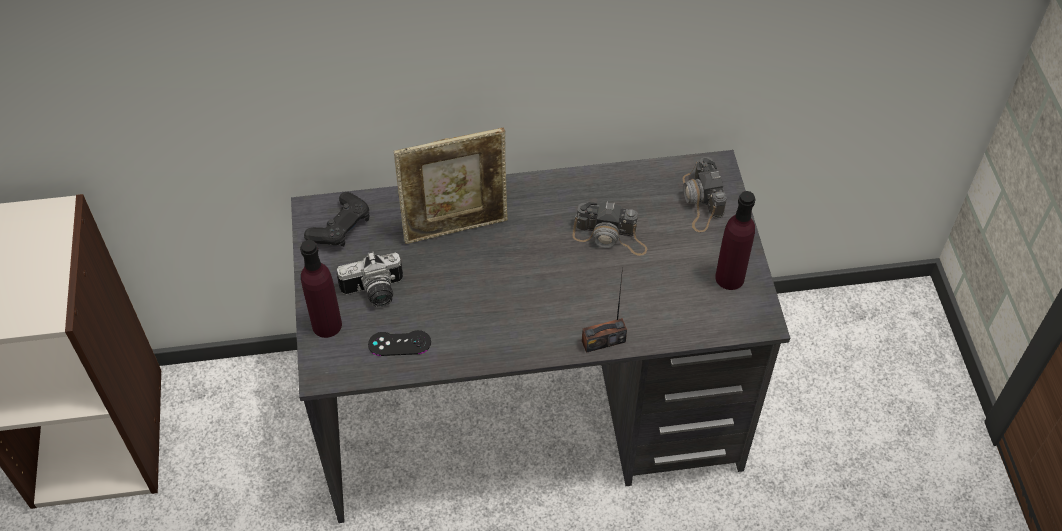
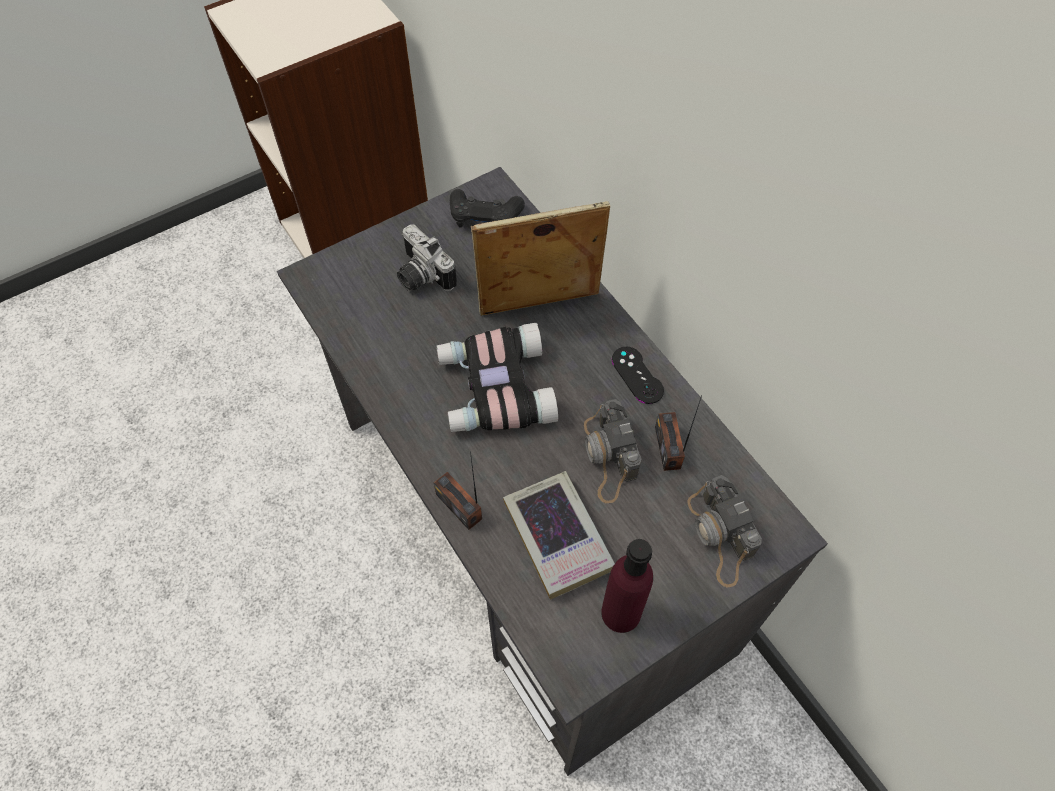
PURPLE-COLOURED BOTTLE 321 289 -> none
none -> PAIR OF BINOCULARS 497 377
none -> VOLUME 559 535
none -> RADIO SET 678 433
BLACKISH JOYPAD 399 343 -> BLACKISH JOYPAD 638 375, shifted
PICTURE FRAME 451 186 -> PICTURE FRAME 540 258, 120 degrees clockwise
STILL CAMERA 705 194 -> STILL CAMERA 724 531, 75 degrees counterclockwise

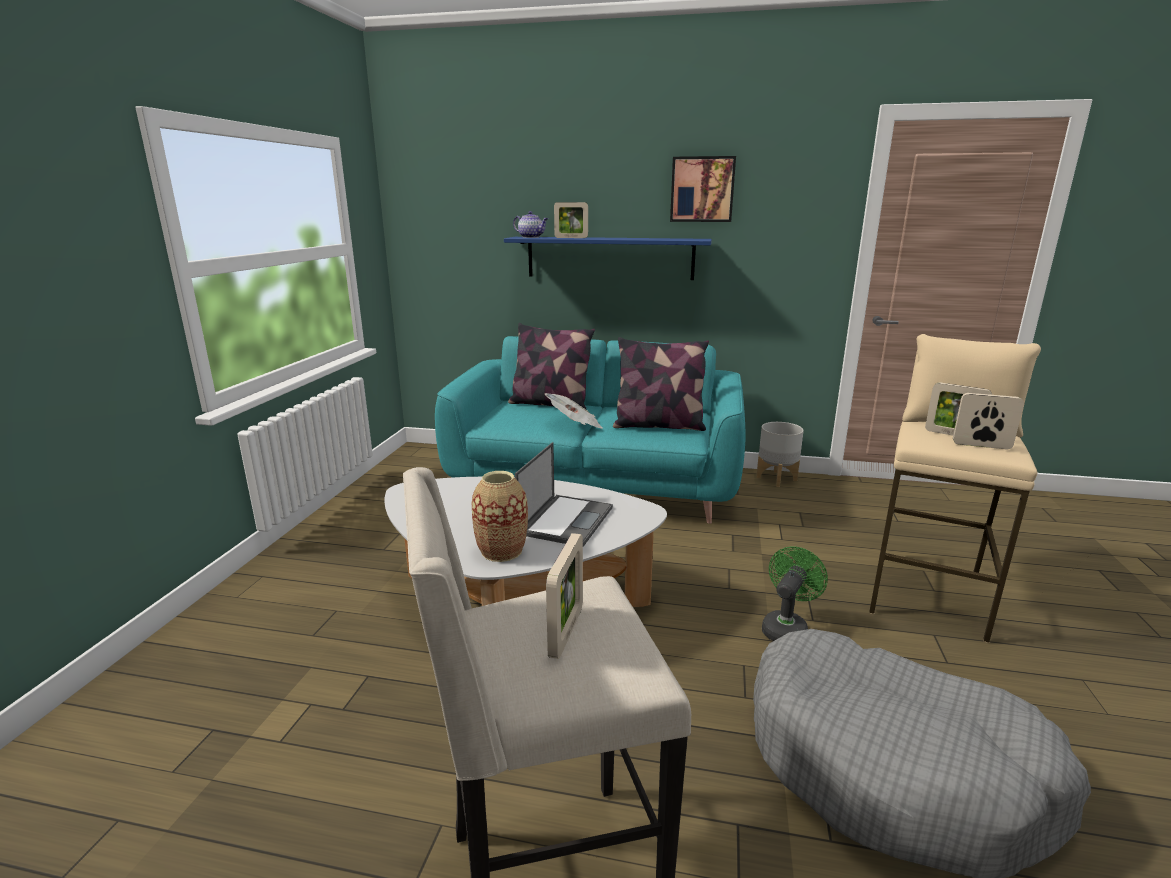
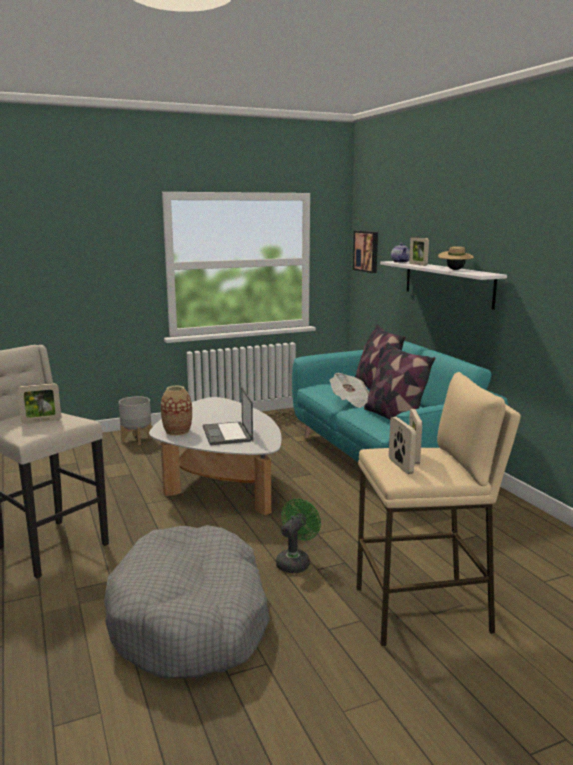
none -> BEIGE WEARABLE HAT 456 258
WALL PICTURE 703 189 -> WALL PICTURE 365 252, shifted
GREY PLANT POT 780 454 -> GREY PLANT POT 135 420, shifted
BLUE-COLOURED SHELF 608 258 -> WHITE SHELF 443 285
LAPTOP 564 494 -> LAPTOP 228 416, 90 degrees clockwise
GREENISH ELECTRIC FAN 795 593 -> GREENISH ELECTRIC FAN 298 536, 60 degrees counterclockwise

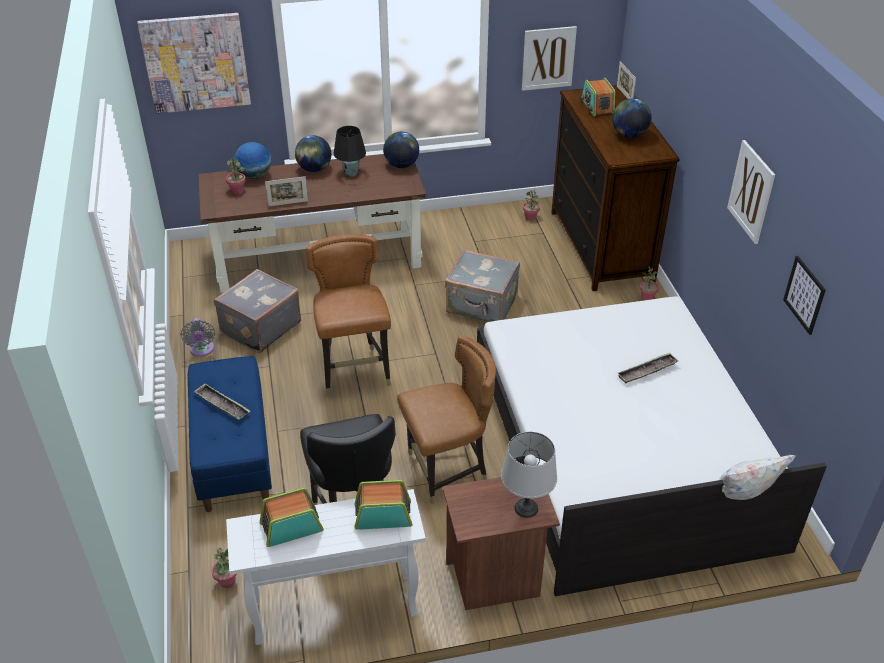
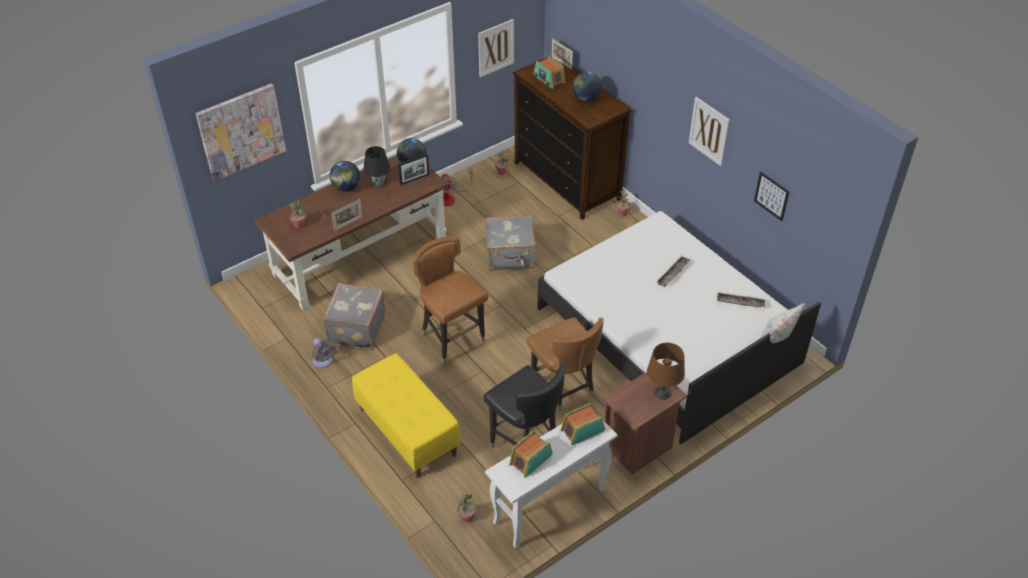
WORLD GLOBE 252 160 -> none
none -> PICTURE FRAME 413 169
none -> ELECTRIC FAN 457 187
CARRYING TRAY 222 402 -> CARRYING TRAY 741 299, shifted
BLUE-COLOURED BENCH 230 434 -> YELLOW-COLOURED BENCH 406 415
GREY TABLE LAMP 529 475 -> BROWN-COLOURED TABLE LAMP 666 371
BROWN-COLOURED PLAIN CHAIR 446 419 -> BROWN-COLOURED PLAIN CHAIR 565 364, 105 degrees clockwise

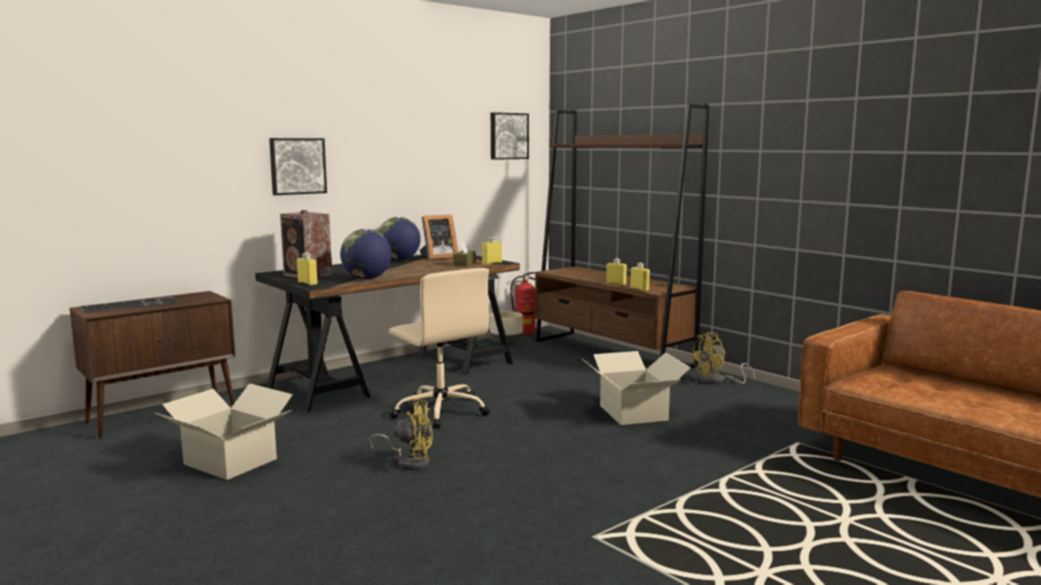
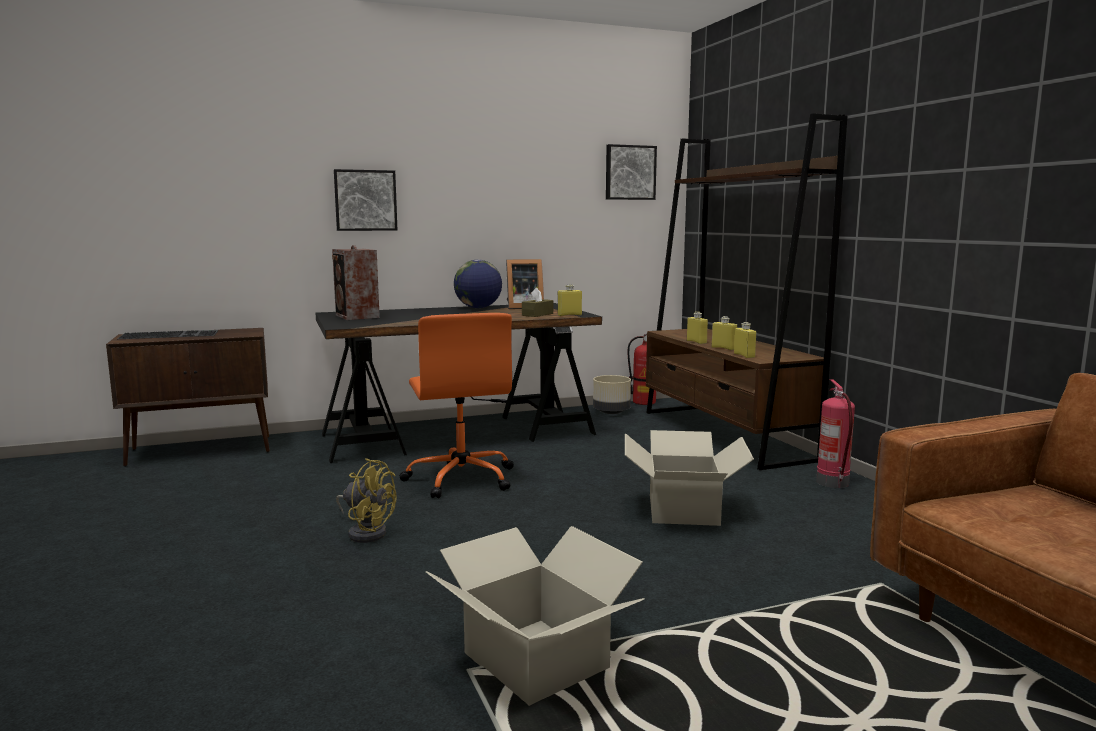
WORLD GLOBE 365 254 -> none
CARTON 224 432 -> CARTON 535 616, shifted
YELLOW-COLOURED BOTTLE 307 268 -> YELLOW-COLOURED BOTTLE 697 328, shifted
YELLOW-COLOURED ELECTRIC FAN 722 358 -> FIRE EXTINGUISHER 835 433
BEIGE COMPUTER CHAIR 439 348 -> ORANGE COMPUTER CHAIR 457 405

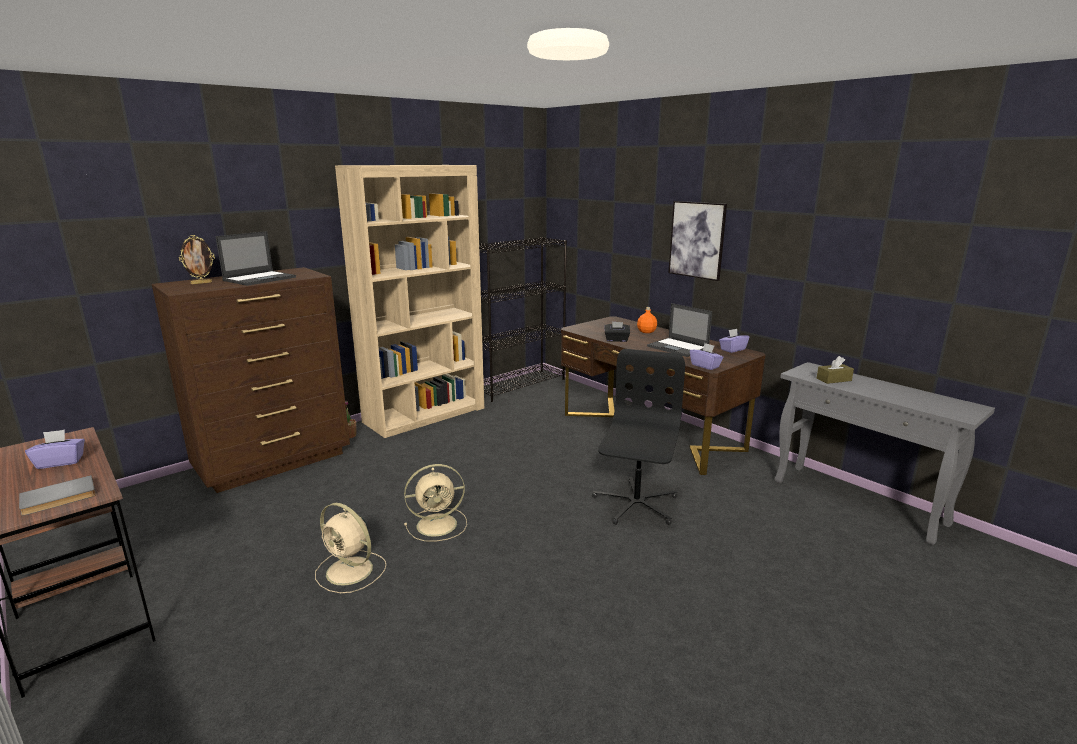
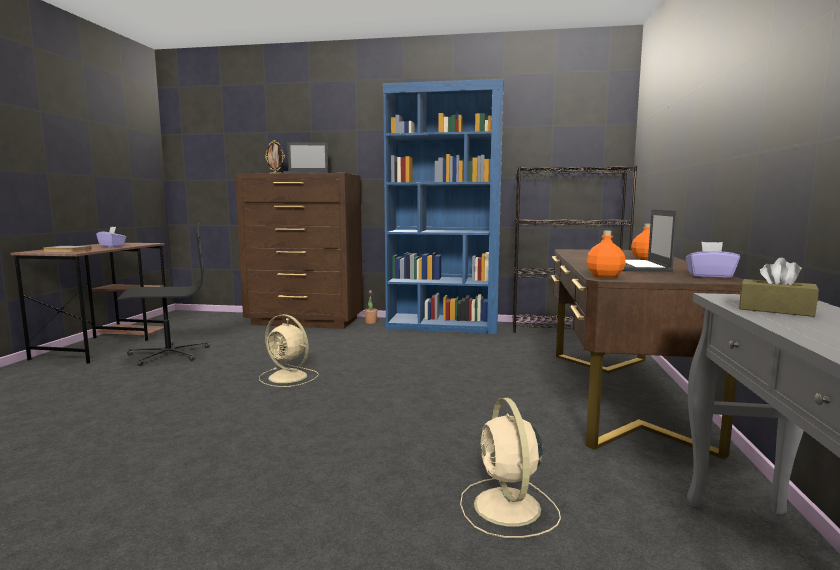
BLACKISH TISSUE BOX 617 332 -> none
WALL PICTURE 697 241 -> none
BEIGE ELECTRIC FAN 350 548 -> BEIGE ELECTRIC FAN 510 468, shifted
BLACKISH COMPUTER CHAIR 638 437 -> BLACKISH COMPUTER CHAIR 163 294, shifted
PURPLE-COLOURED TISSUE BOX 706 356 -> ORANGE BOTTLE 606 254
BEIGE SHELVING UNIT 409 301 -> BLUE-COLOURED SHELVING UNIT 443 206

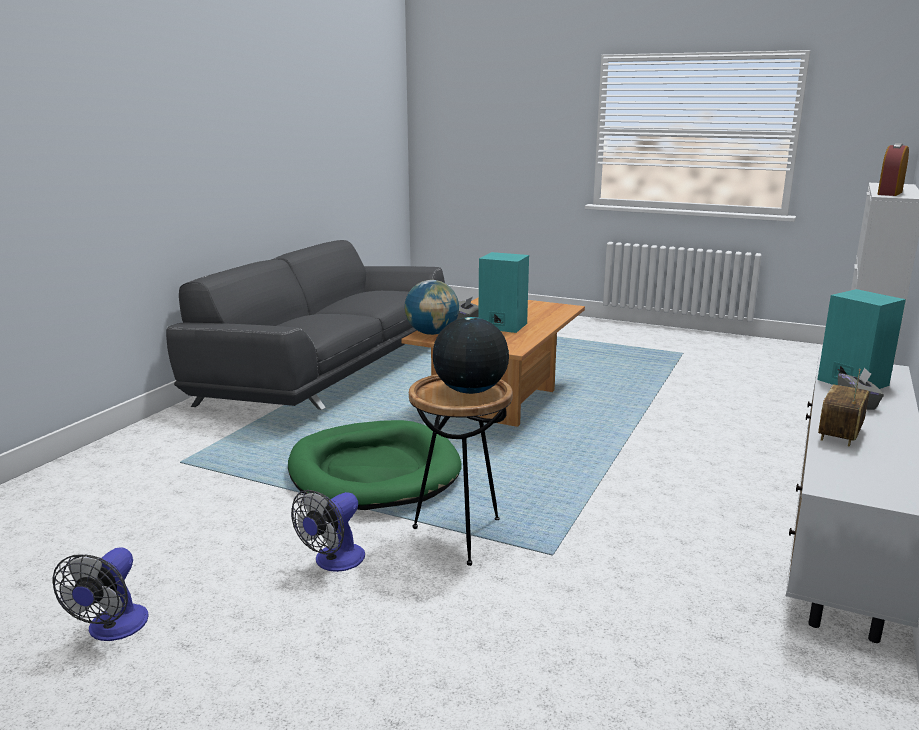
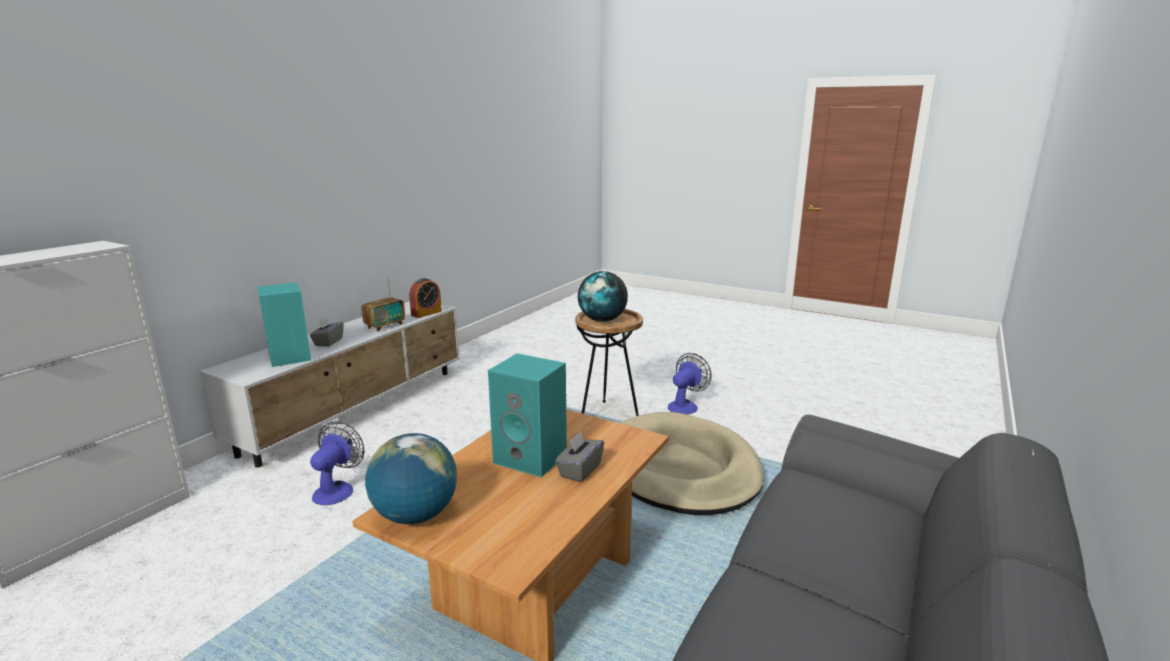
ELECTRIC FAN 101 594 -> ELECTRIC FAN 337 463, shifted
WORLD GLOBE 431 307 -> WORLD GLOBE 411 478, shifted
TABLE CLOCK 893 169 -> TABLE CLOCK 425 298, shifted
GREENISH DOG CUSHION 375 465 -> BEIGE DOG CUSHION 692 463

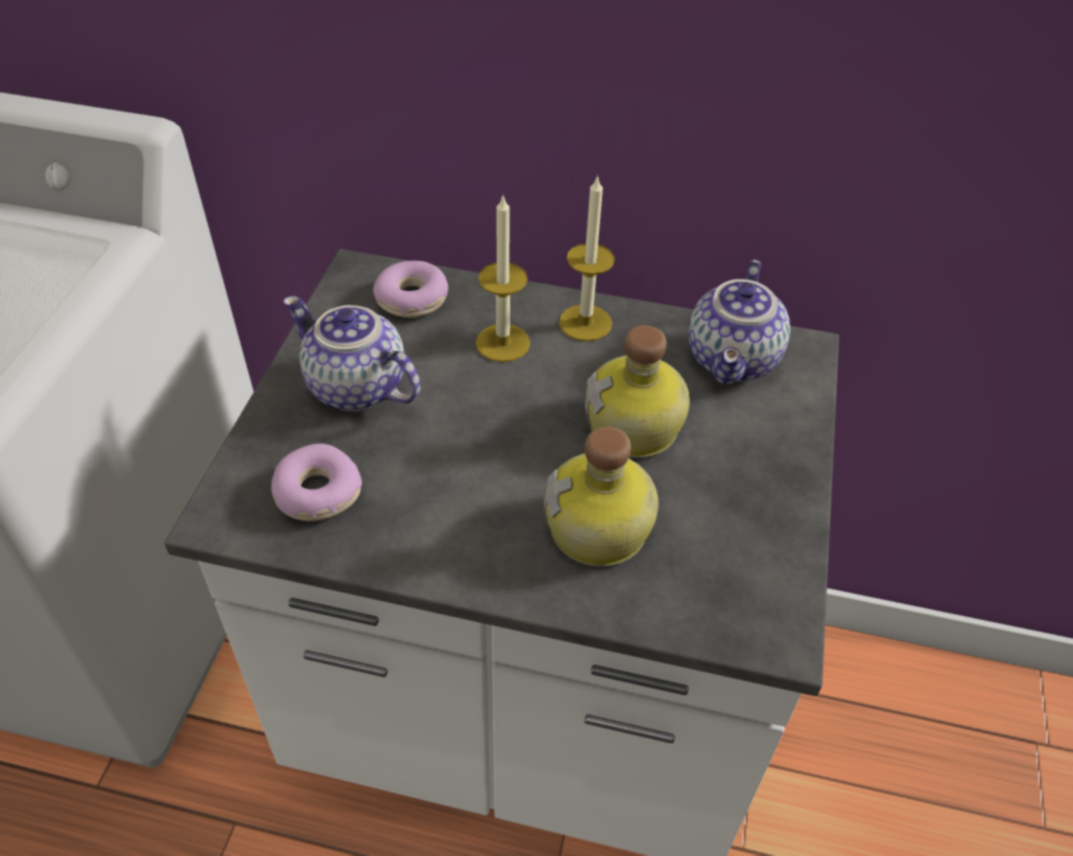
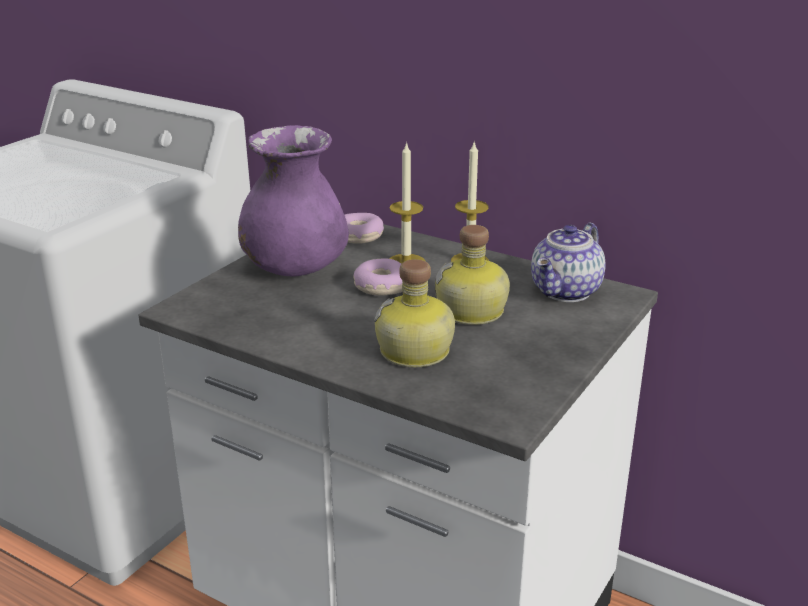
DONUT 316 482 -> DONUT 378 277, shifted
TEA POT 352 353 -> PURPLE-COLOURED FLOWER VASE 293 200

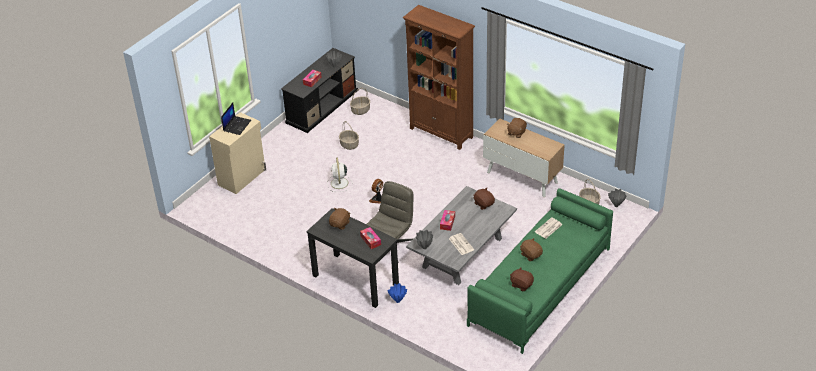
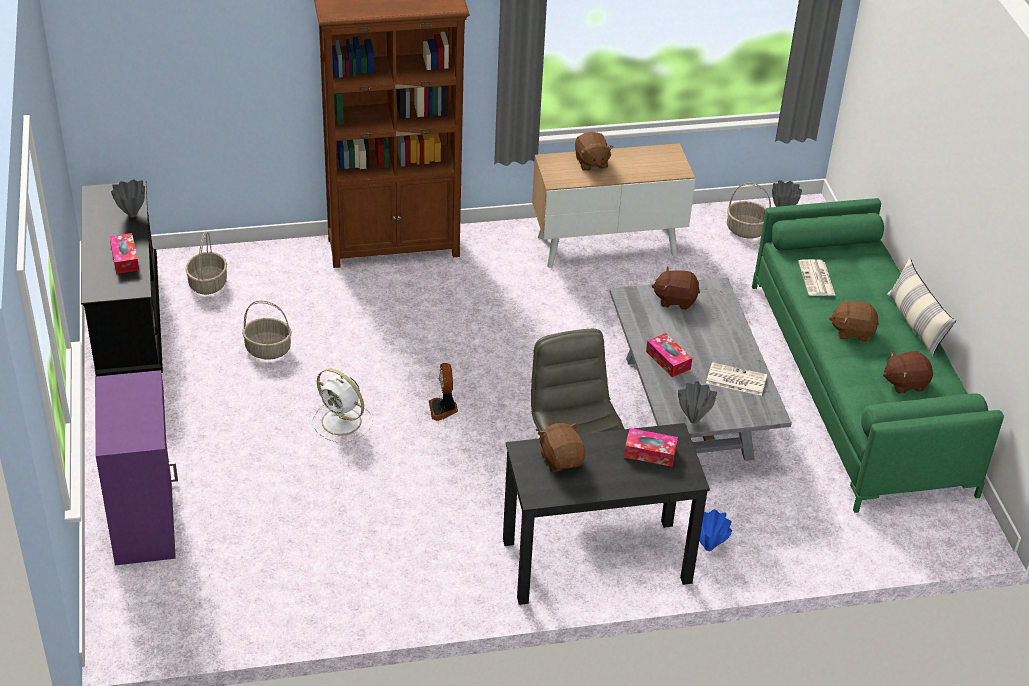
LAPTOP 236 119 -> none
none -> PILLOW 921 307
BEIGE CABINET 237 153 -> PURPLE-COLOURED CABINET 136 467

